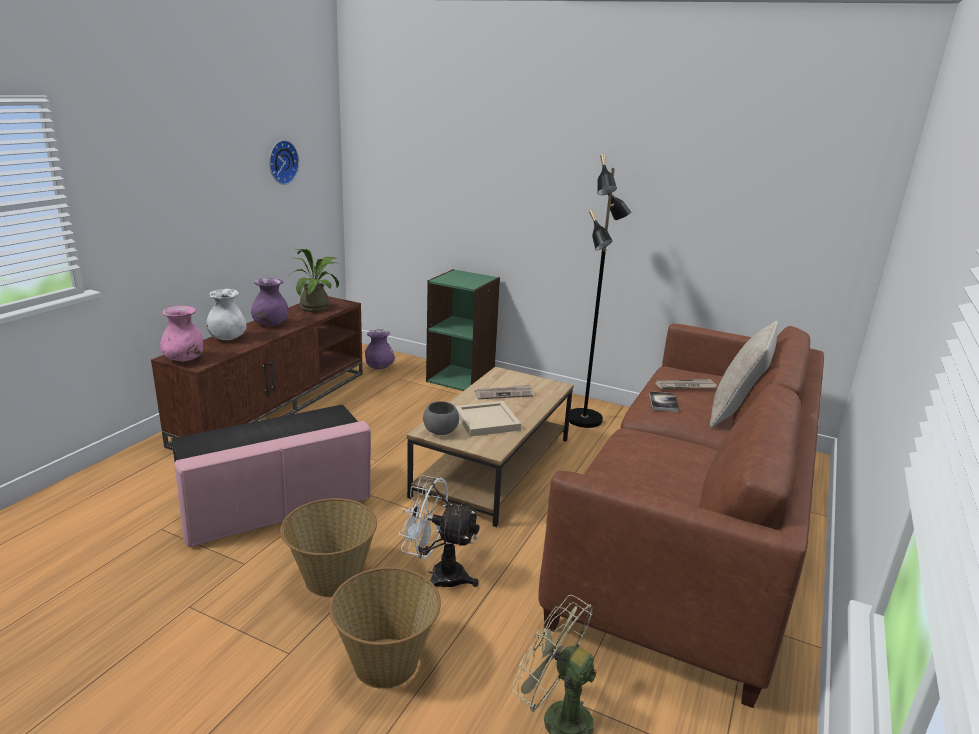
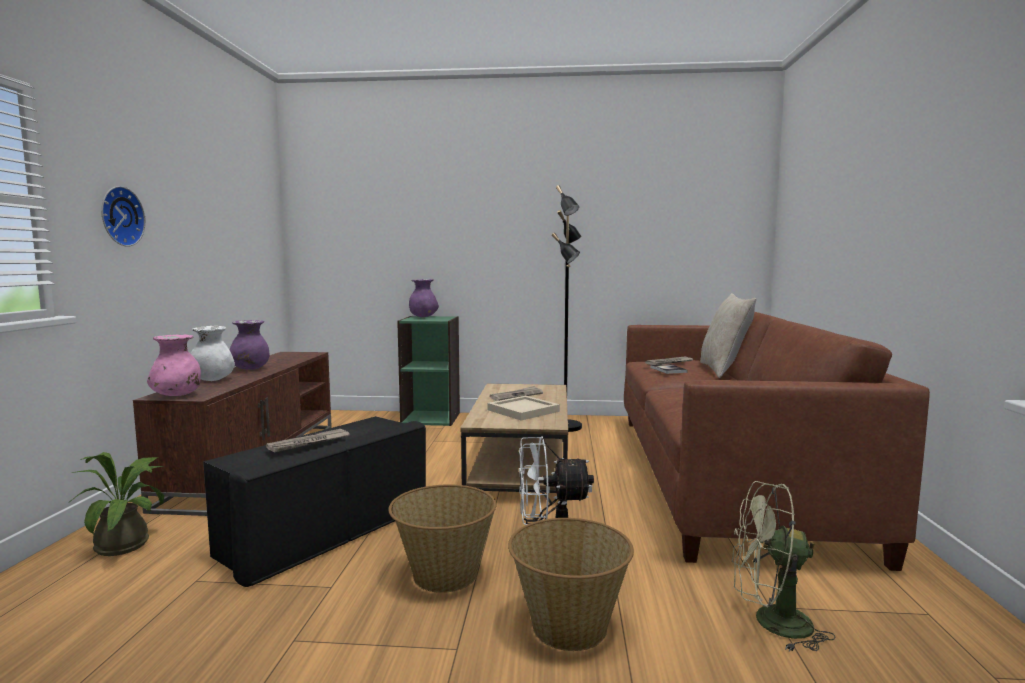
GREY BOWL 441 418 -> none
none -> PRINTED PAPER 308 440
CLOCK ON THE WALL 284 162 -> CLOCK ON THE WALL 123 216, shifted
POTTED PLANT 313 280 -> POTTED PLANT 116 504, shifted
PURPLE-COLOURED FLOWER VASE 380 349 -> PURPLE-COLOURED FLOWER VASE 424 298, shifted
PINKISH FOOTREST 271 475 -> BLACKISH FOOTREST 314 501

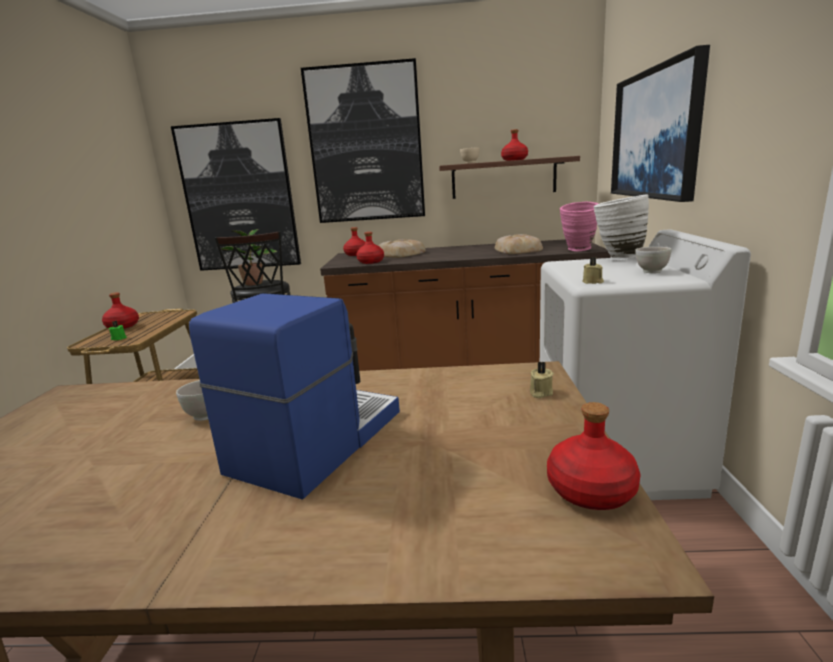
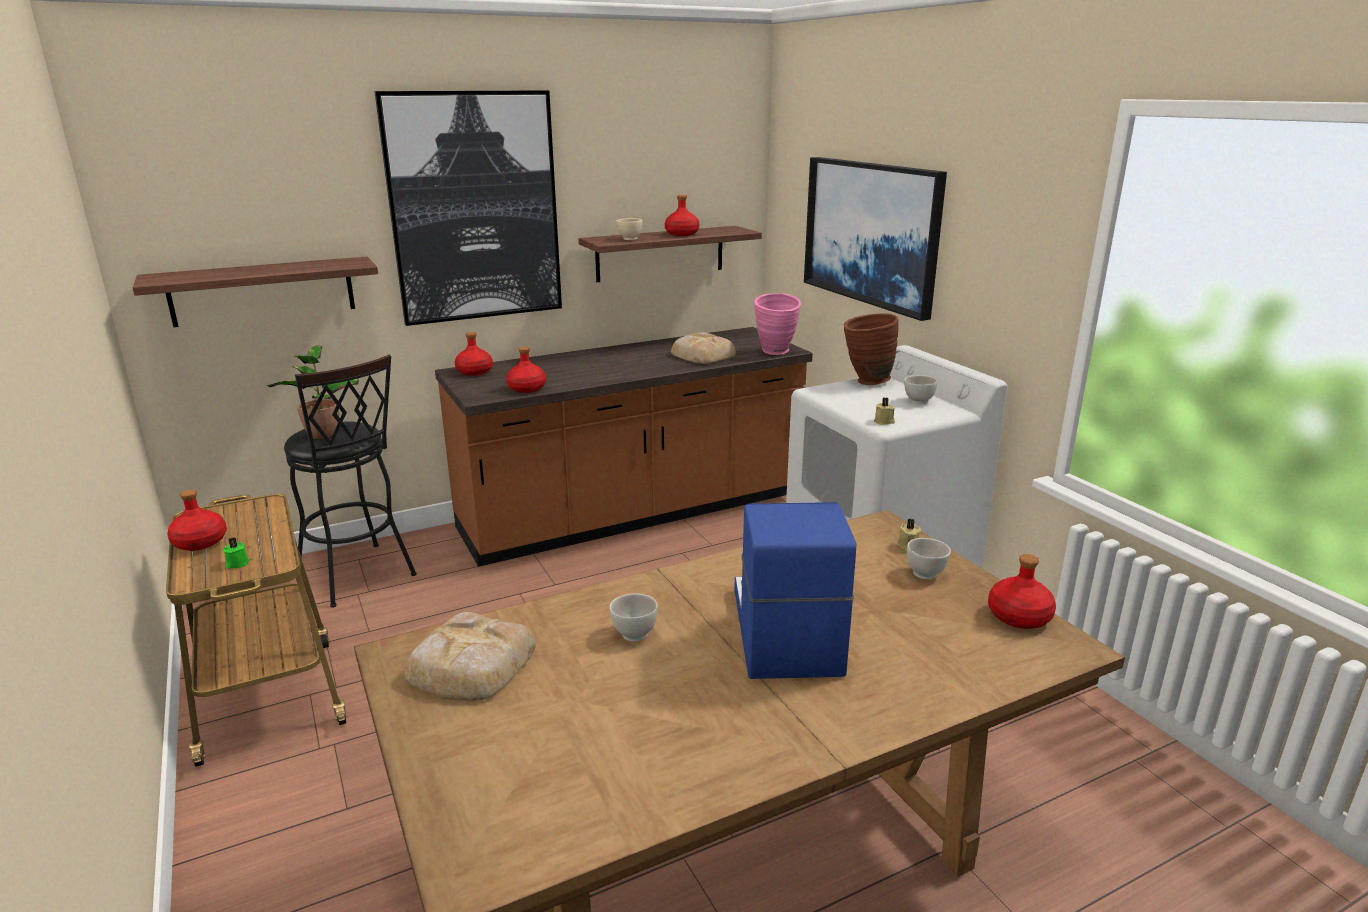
none -> WHITE BOWL 929 558
BAKED BREAD 402 248 -> BAKED BREAD 470 656, shifted
WALL PICTURE 236 194 -> SHELF 255 292
WHITE FLOWER VASE 621 227 -> BROWN-COLOURED FLOWER VASE 871 349

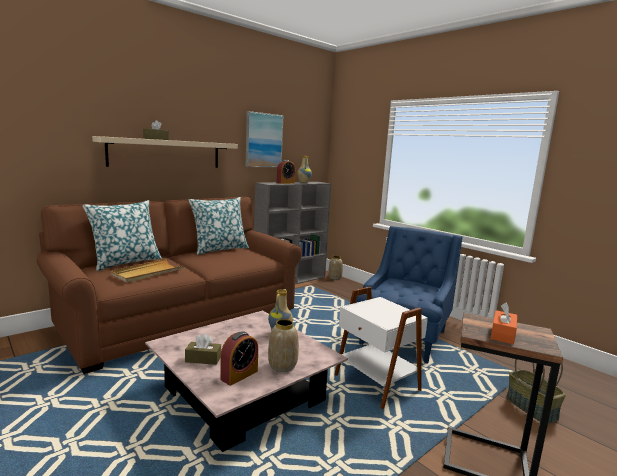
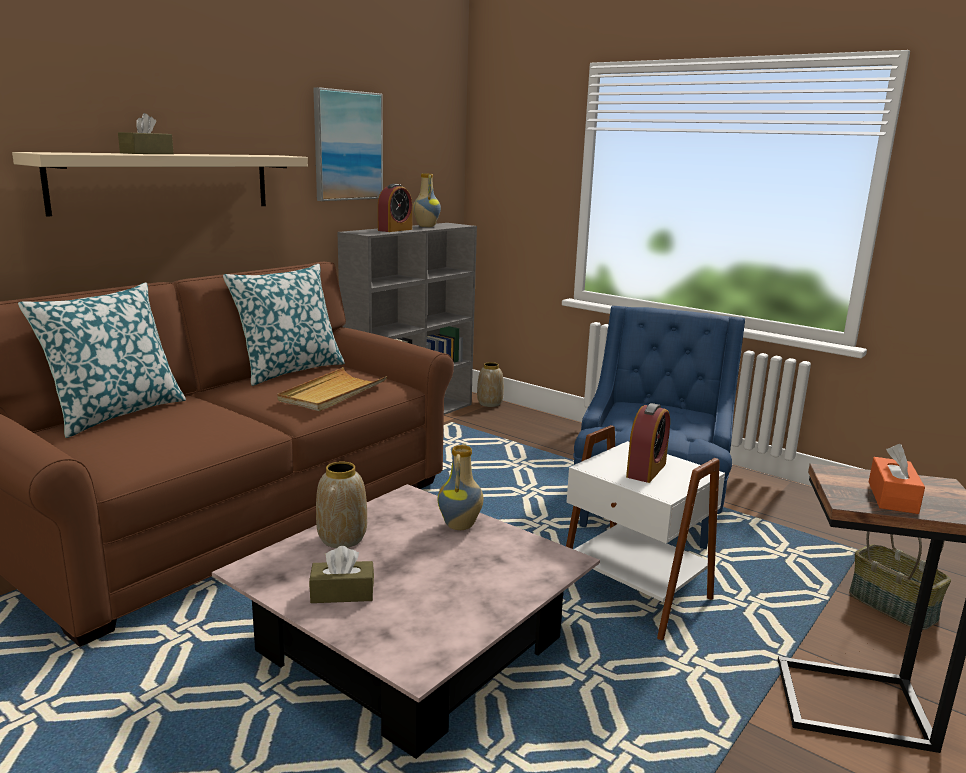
BEIGE CARRYING TRAY 147 271 -> BEIGE CARRYING TRAY 332 389, shifted
TABLE CLOCK 239 358 -> TABLE CLOCK 648 443, shifted
FLOWER VASE 283 345 -> FLOWER VASE 341 504, shifted

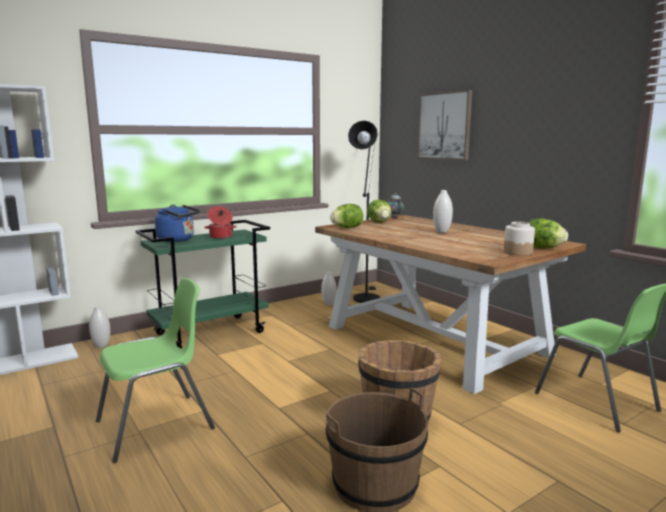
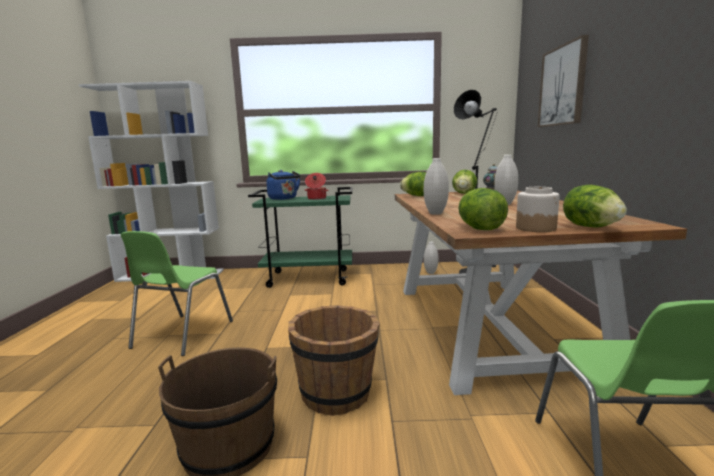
none -> LETTUCE HEAD 483 209
WHITE FLOWER VASE 99 327 -> WHITE FLOWER VASE 436 186, shifted
GREENISH PLAIN CHAIR 155 370 -> GREENISH PLAIN CHAIR 177 293, 105 degrees clockwise

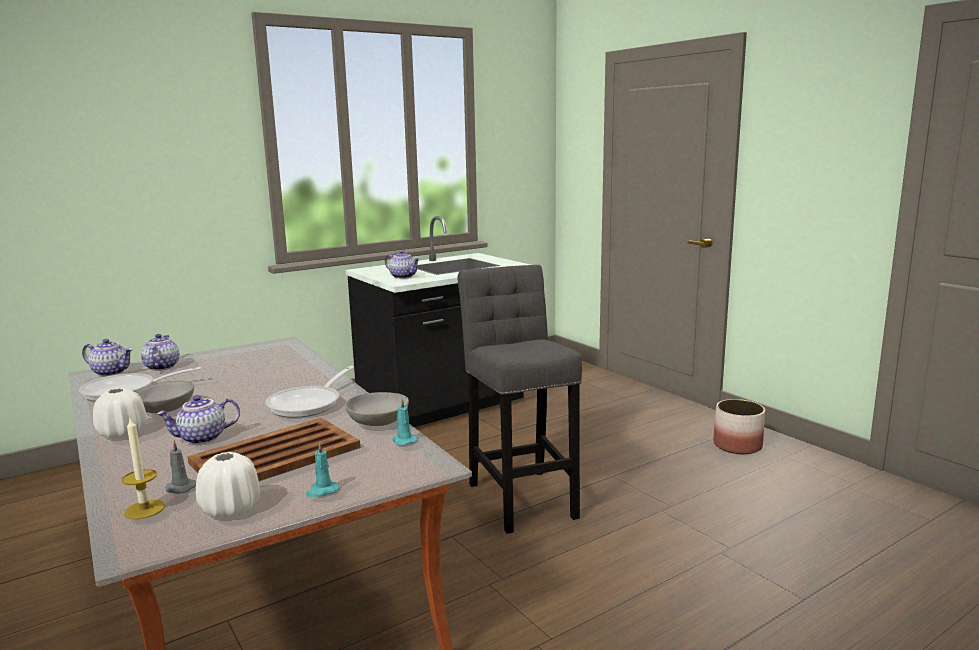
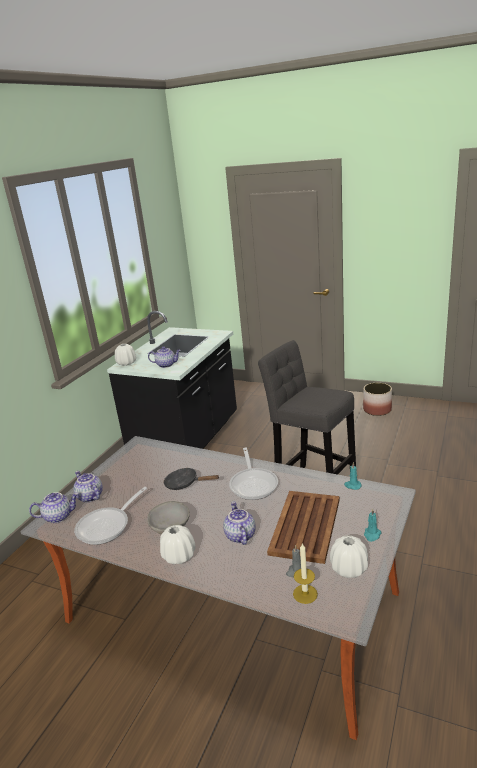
GREY BOWL 377 409 -> none
none -> WHITE FLOWER VASE 125 355
none -> BLACKISH PAN 191 479
TEA POT 198 420 -> TEA POT 239 523, 135 degrees clockwise

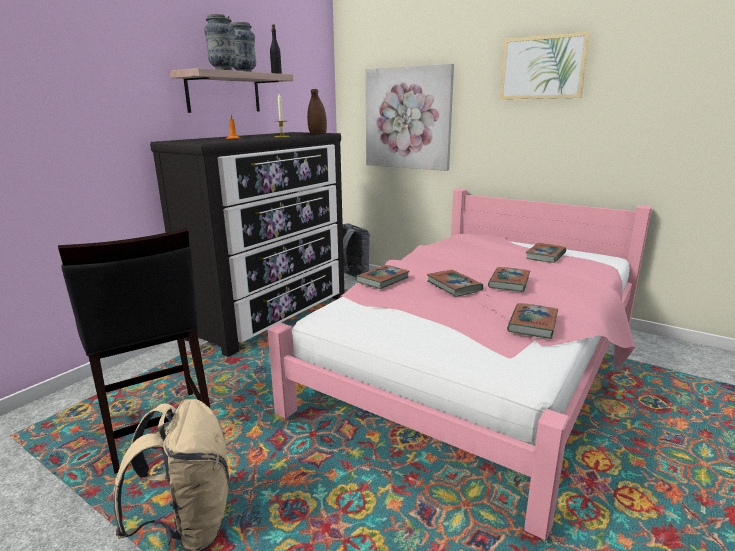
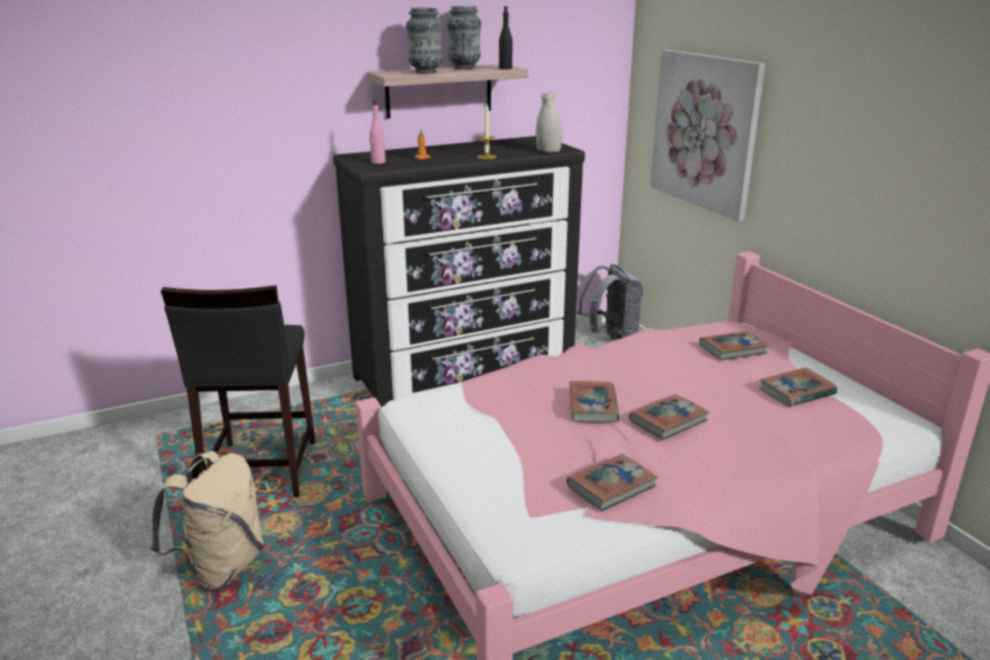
WALL PICTURE 545 65 -> none
none -> PINKISH BOTTLE 377 132
VOLUME 383 277 -> VOLUME 734 345, shifted
BROWN-COLOURED FLOWER VASE 317 111 -> WHITE FLOWER VASE 549 122

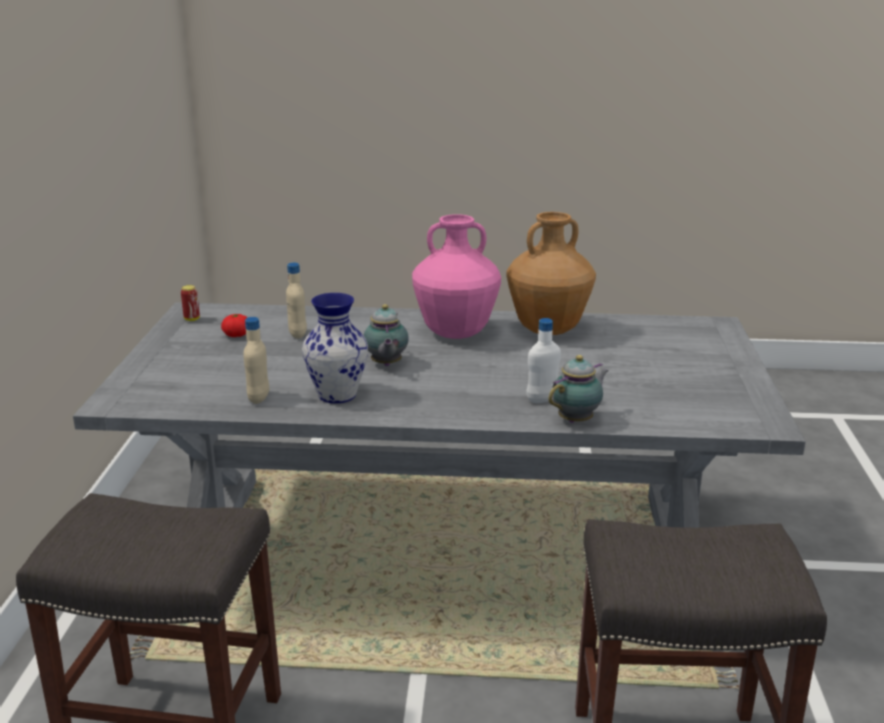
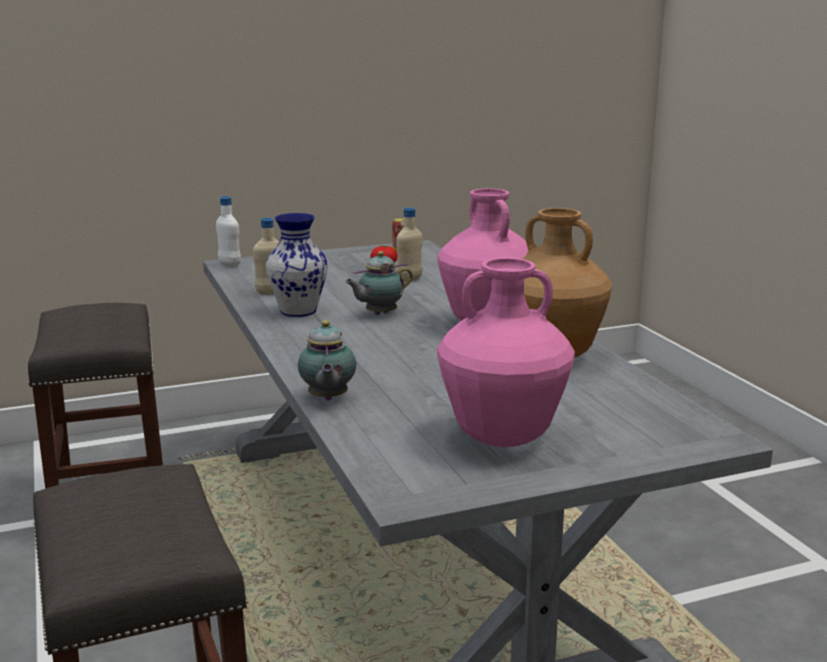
none -> PINKISH FLOWER VASE 506 352
WHITE BOTTLE 543 360 -> WHITE BOTTLE 228 231, shifted
TEA POT 579 389 -> TEA POT 327 360, 60 degrees clockwise

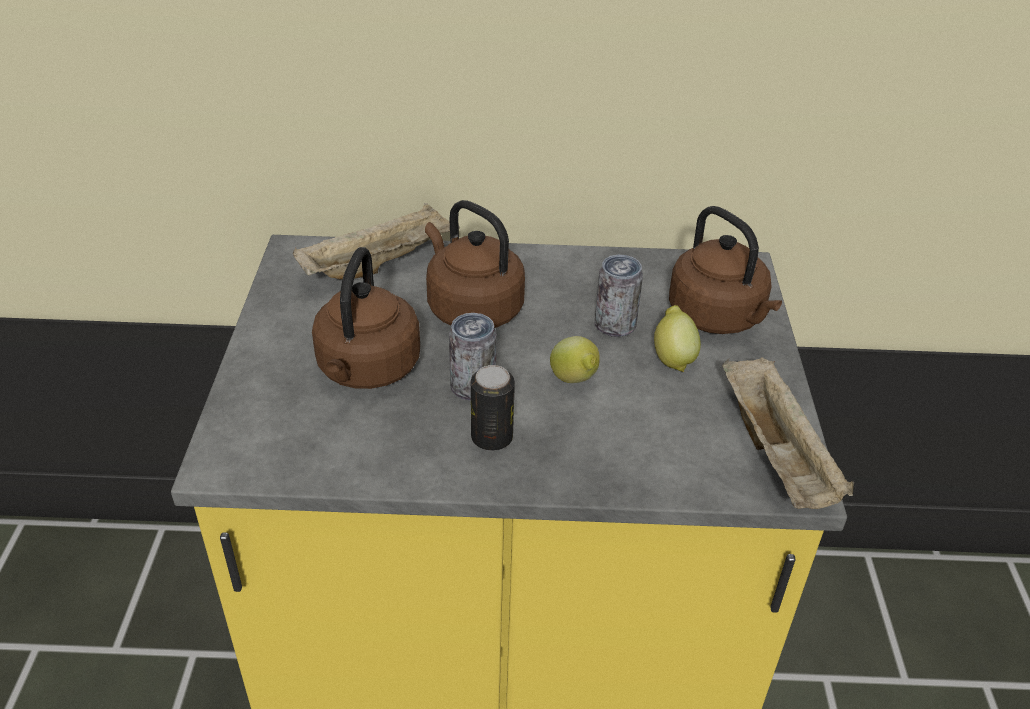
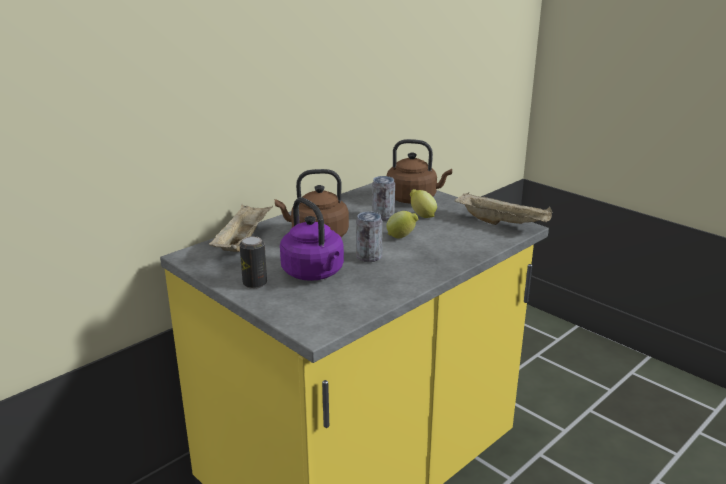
METAL CAN 493 408 -> METAL CAN 253 262, shifted
BROWN-COLOURED WATER KETTLE 366 318 -> PURPLE-COLOURED WATER KETTLE 312 239

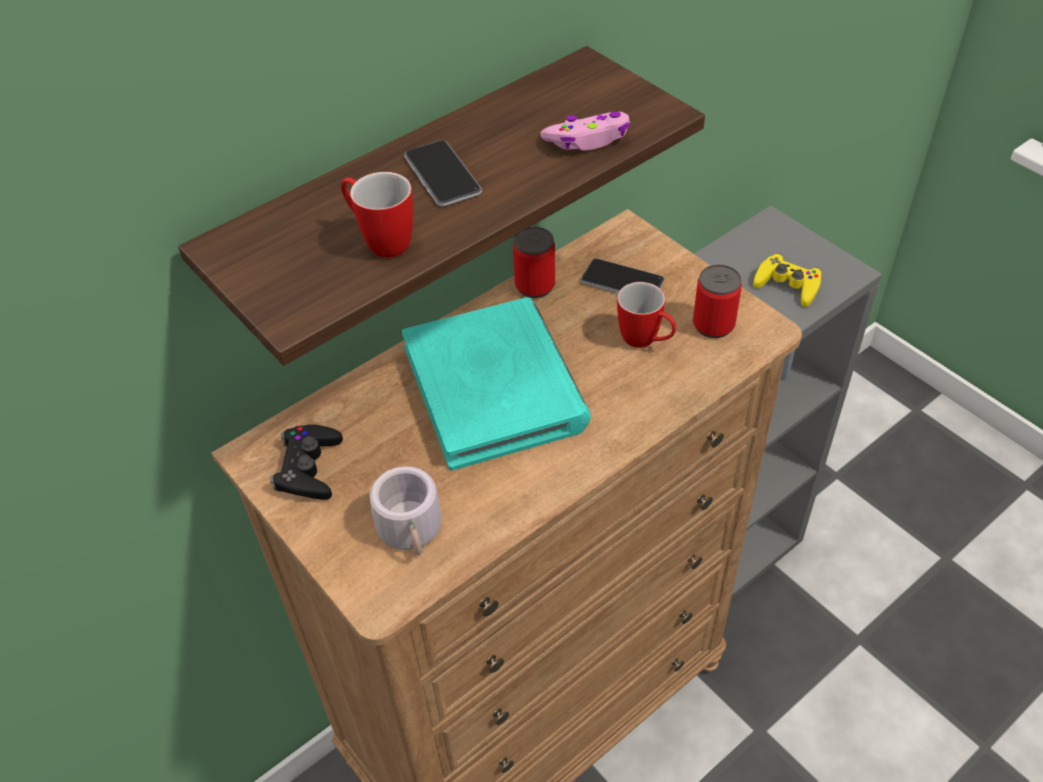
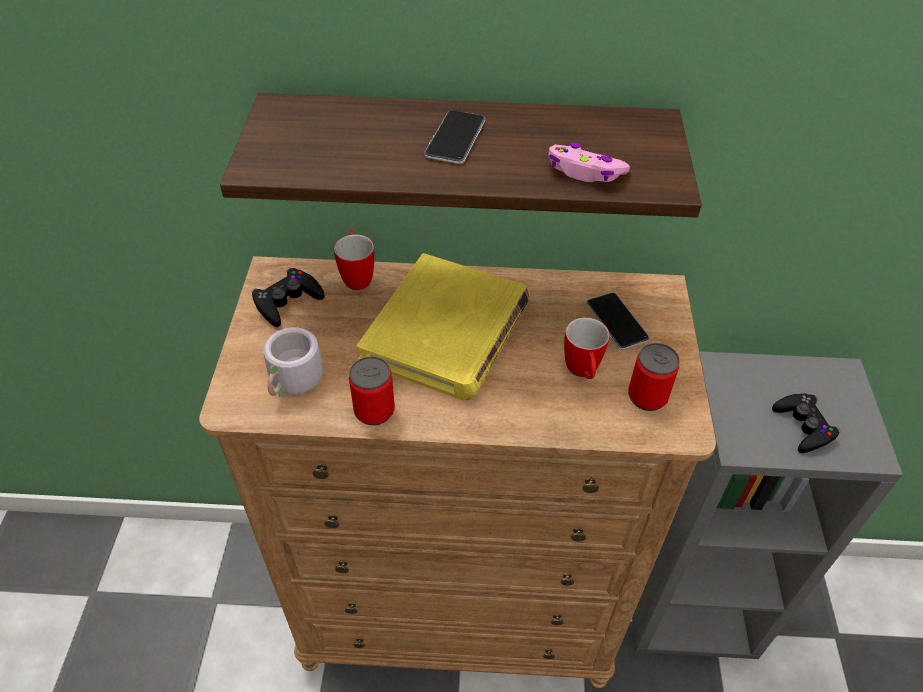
MUG 377 215 -> MUG 354 260, shifted
METAL CAN 534 262 -> METAL CAN 372 390, shifted
TURQUOISE VOLUME 496 384 -> YELLOW-COLOURED VOLUME 443 326
YELLOW-COLOURED JOYPAD 787 280 -> BLACKISH JOYPAD 806 423

